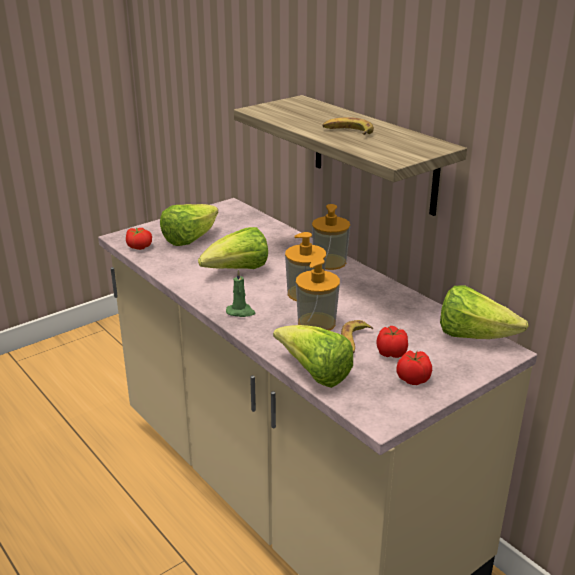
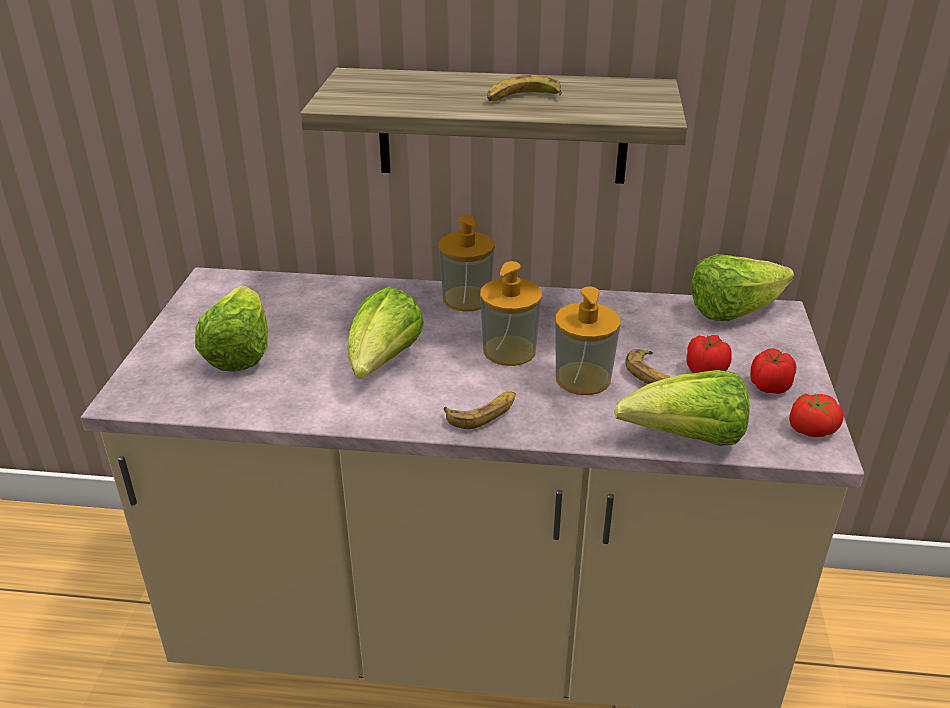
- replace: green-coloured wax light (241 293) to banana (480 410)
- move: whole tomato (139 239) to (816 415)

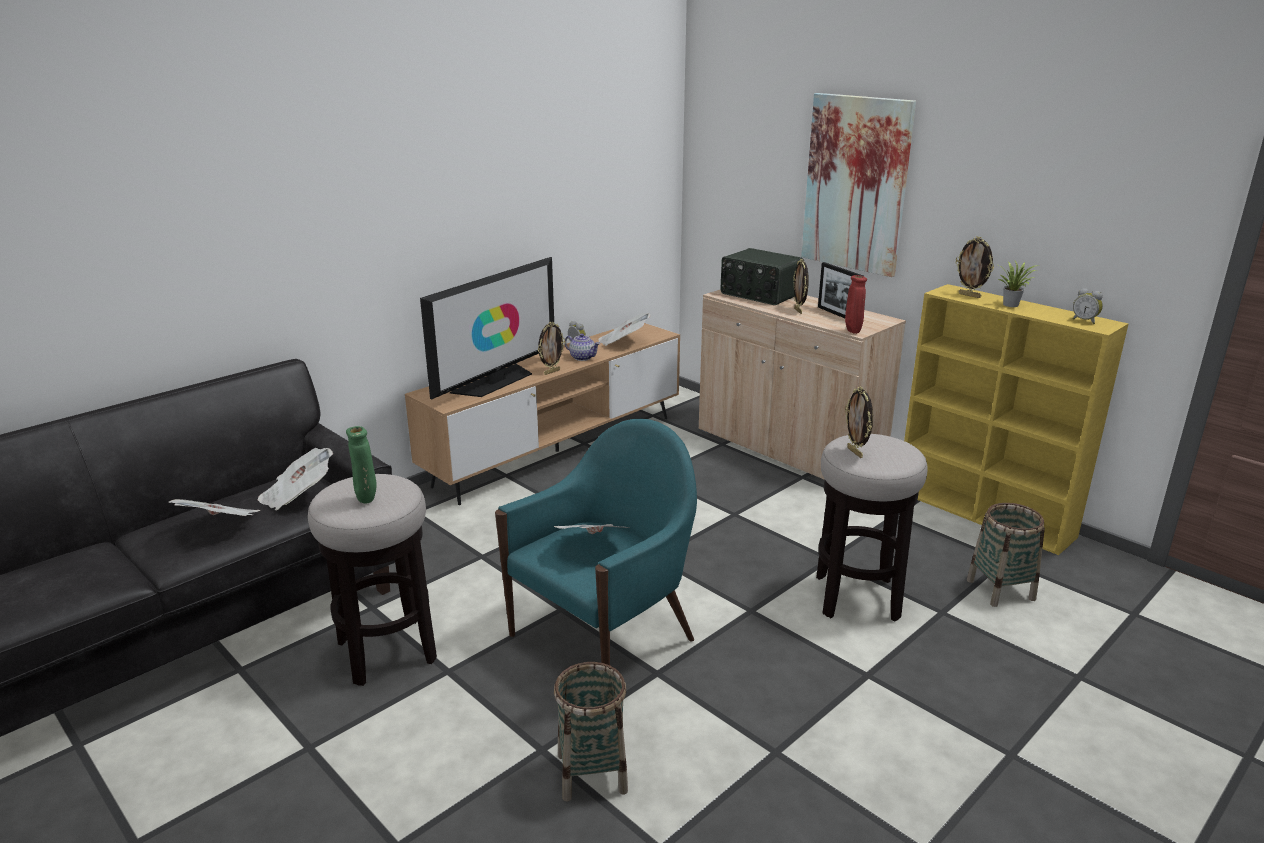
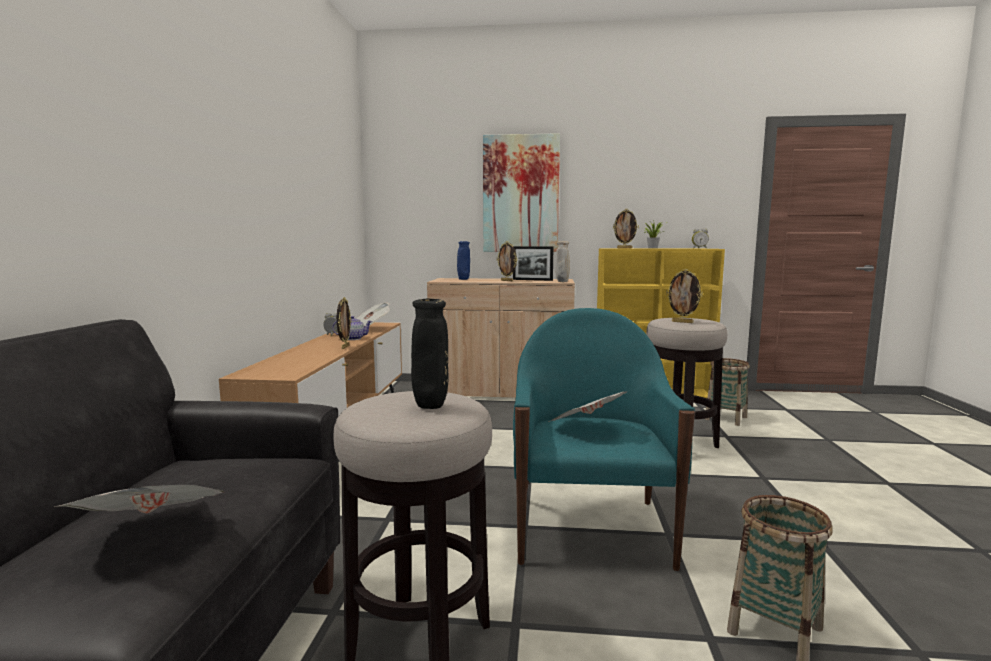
- recolor: green-coloured flower vase (361 465) to black-coloured flower vase (429 354)
- replace: radio set (762 276) to blue flower vase (463 260)
- recolor: reddish flower vase (856 304) to sand-coloured flower vase (563 261)
- delete: daily paper (295 479)
- delete: TV (487 328)

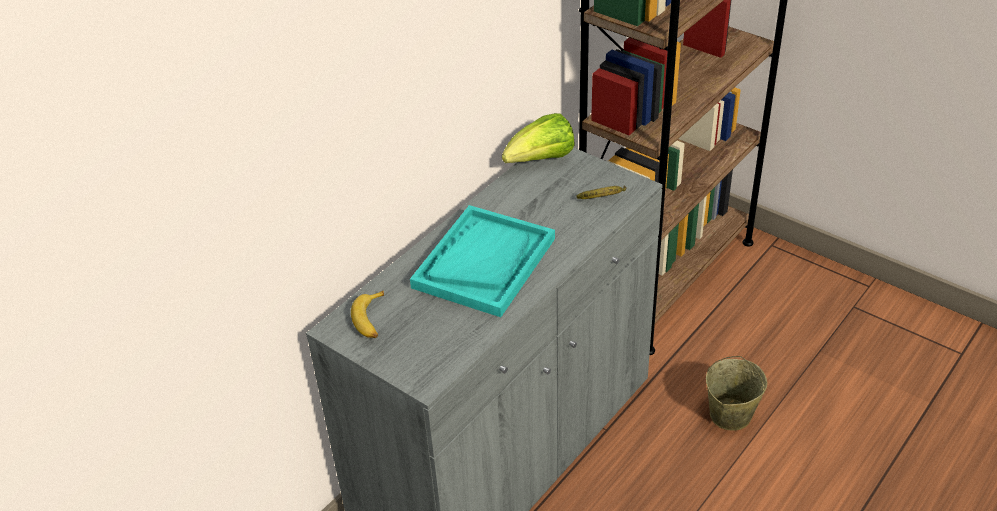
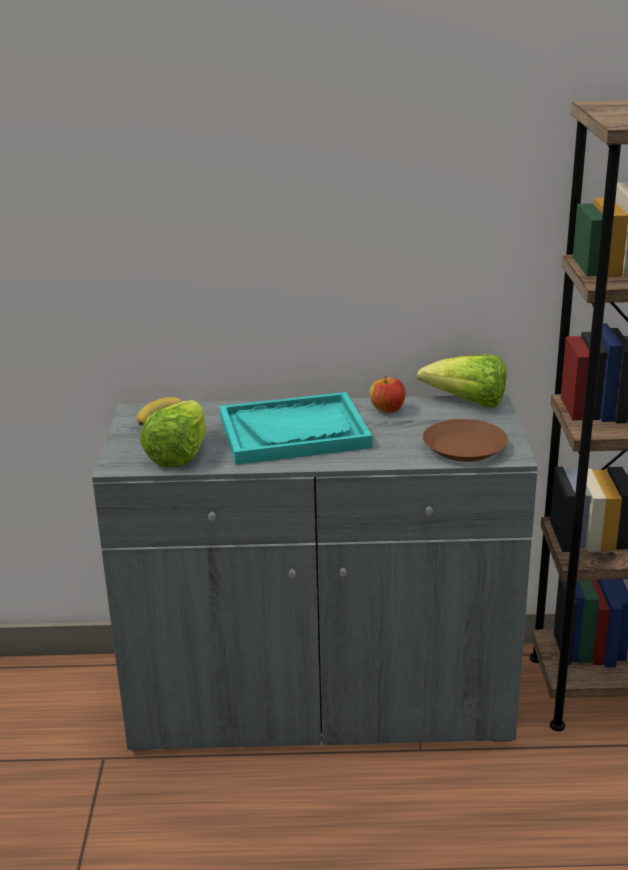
- insert: lettuce head (173 434)
- insert: apple (387 394)
- replace: banana (602 192) to brown dinner plate (465 440)
- delete: sand-coloured bucket (736 393)

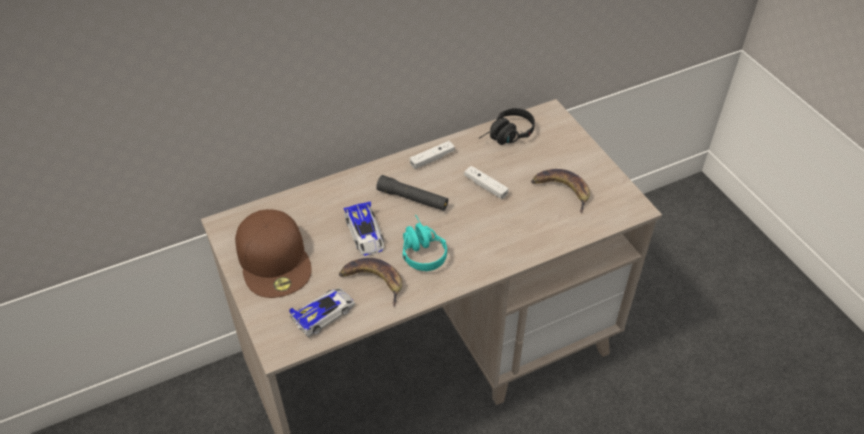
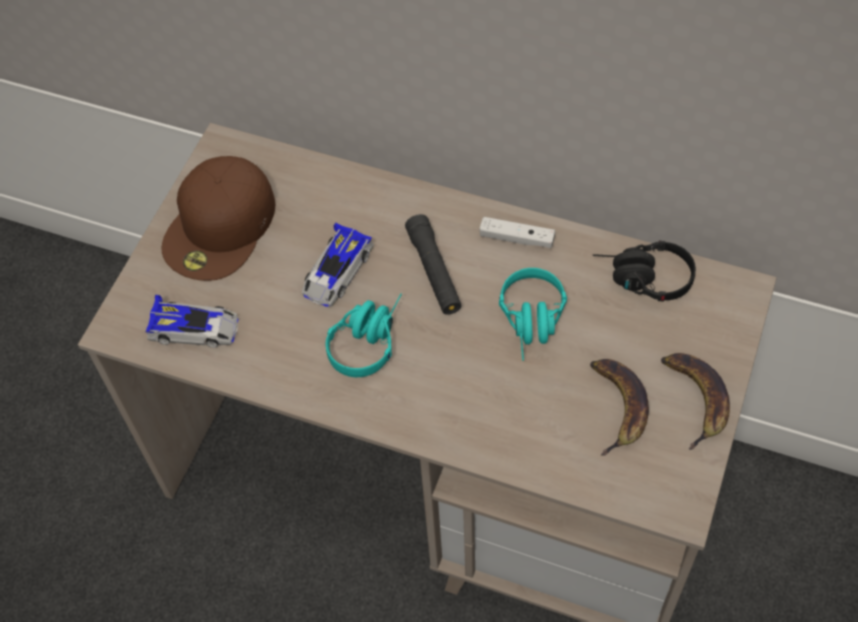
- replace: white gamepad (486 182) to blue-green pair of headphones (533 314)
- move: banana (370 282) to (695 401)

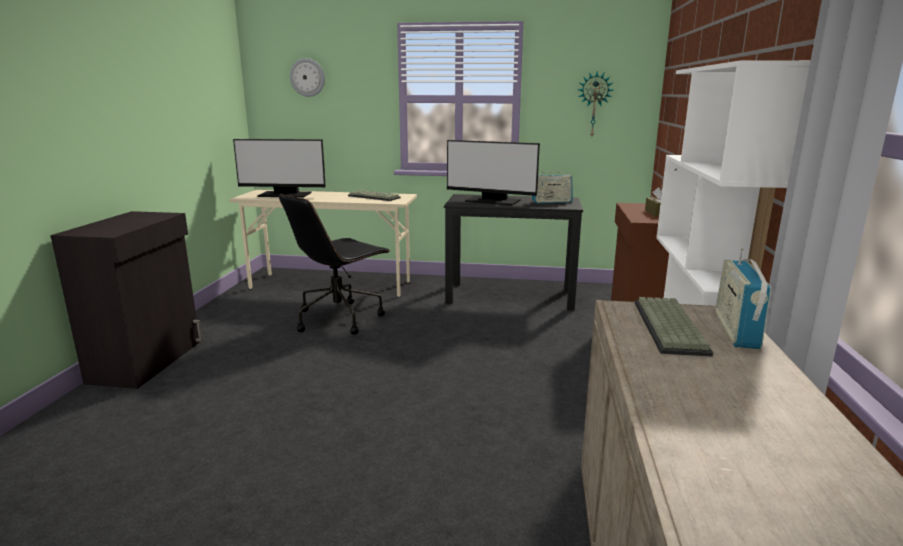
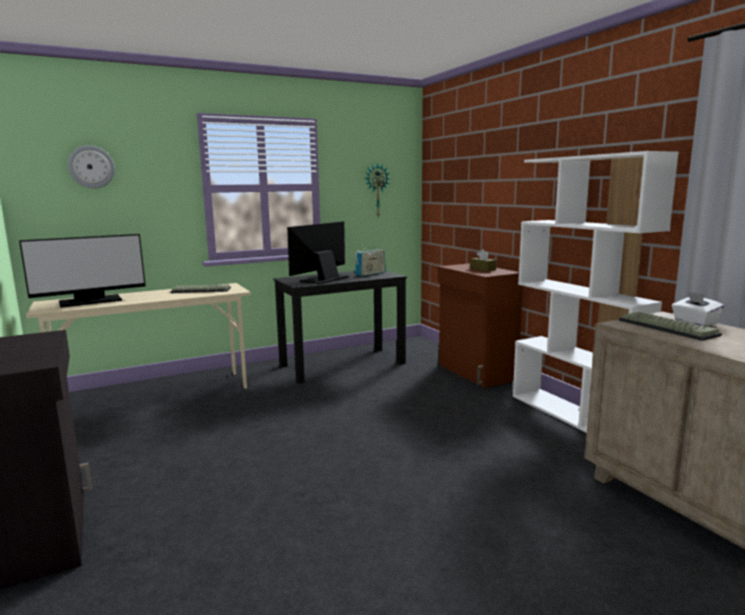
- rotate: computer display (493 173) = (318 252) 135 degrees clockwise
- replace: radio set (743 298) to white tissue box (698 308)
- delete: black-coloured computer chair (334 264)

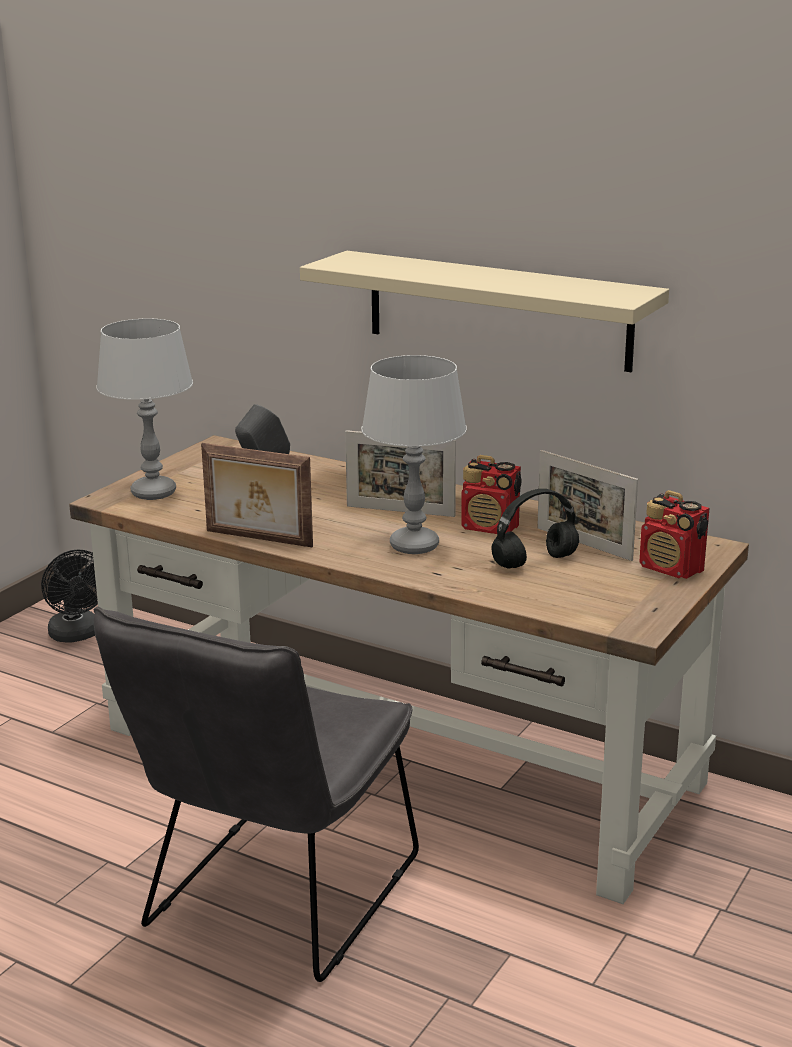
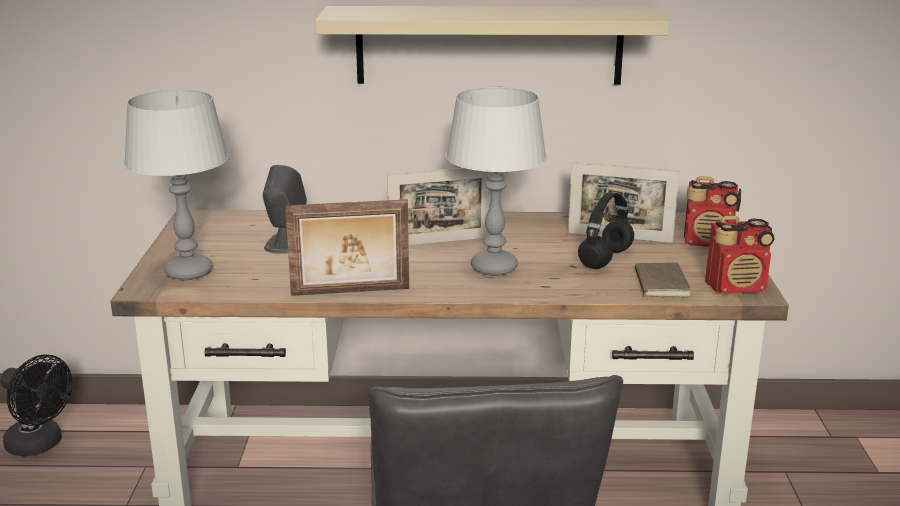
- insert: brown book (660 280)
- move: radio set (491 494) to (740 255)

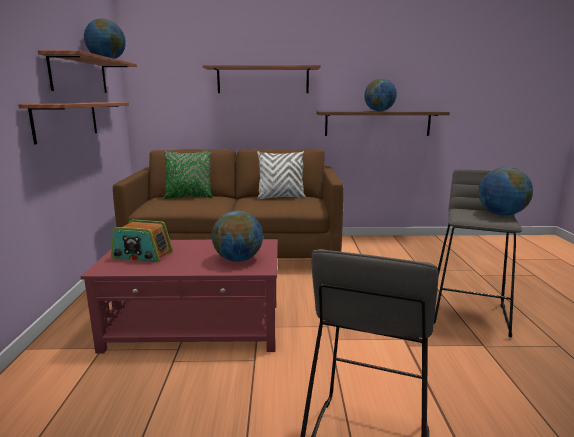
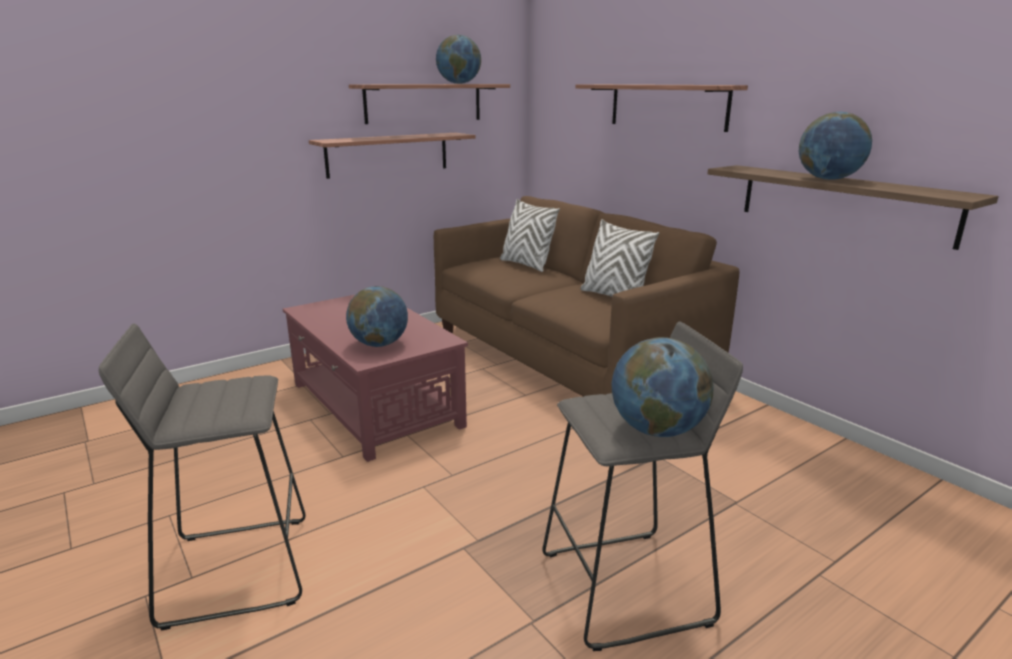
- recolor: green-coloured pillow (188 175) to white pillow (530 235)
- delete: radio set (142 240)

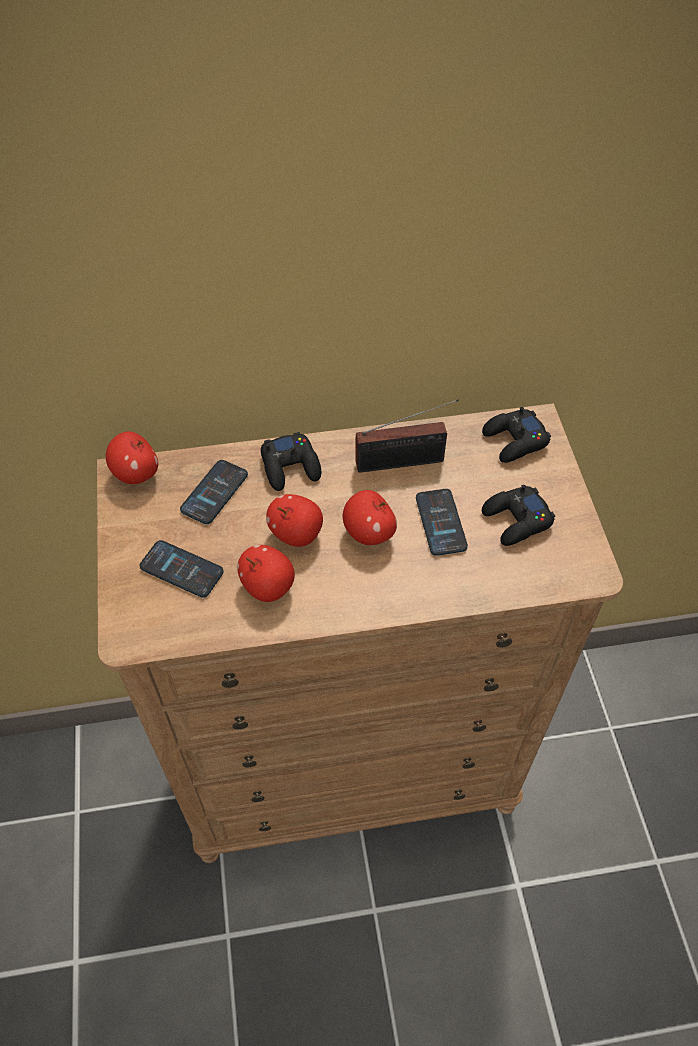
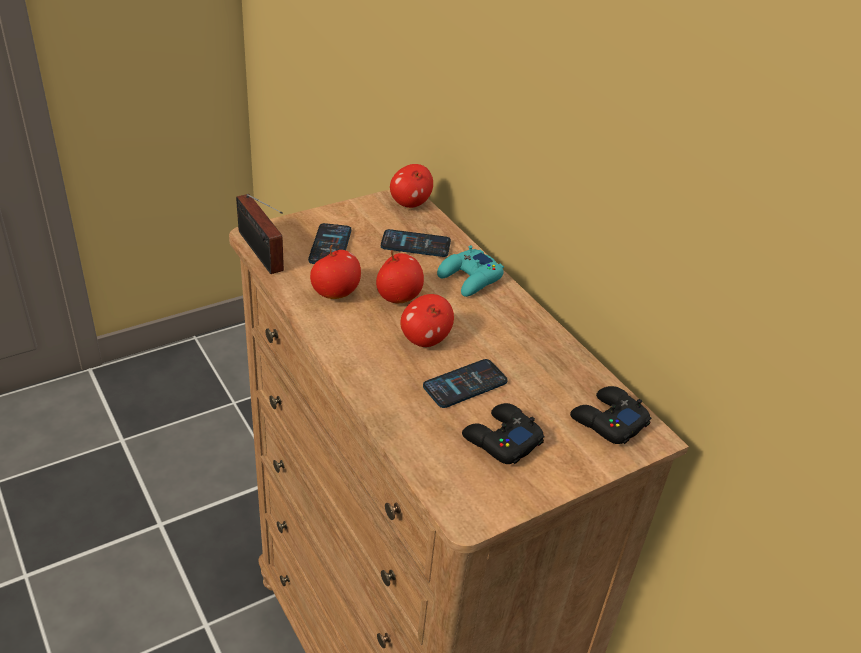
- move: radio set (407 436) to (260 234)
- recolor: black-coloured gamepad (291 461) to blue-green gamepad (470 271)

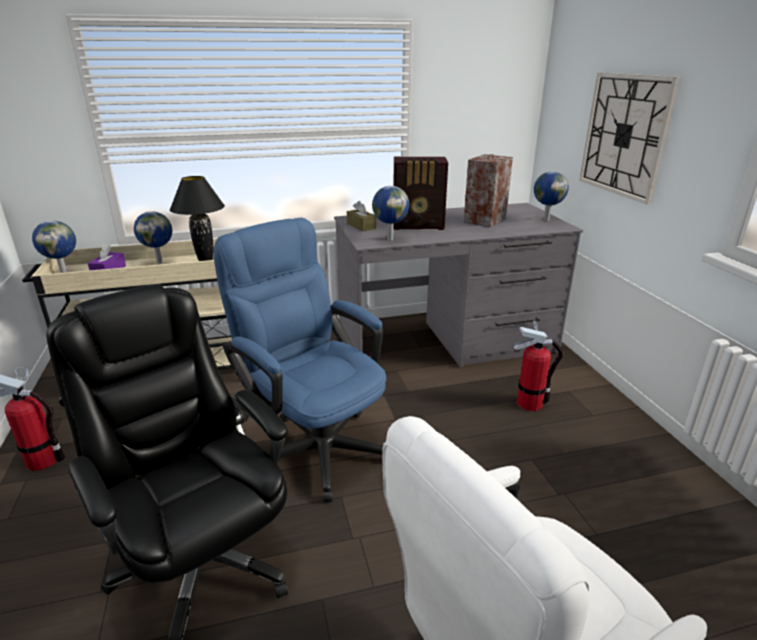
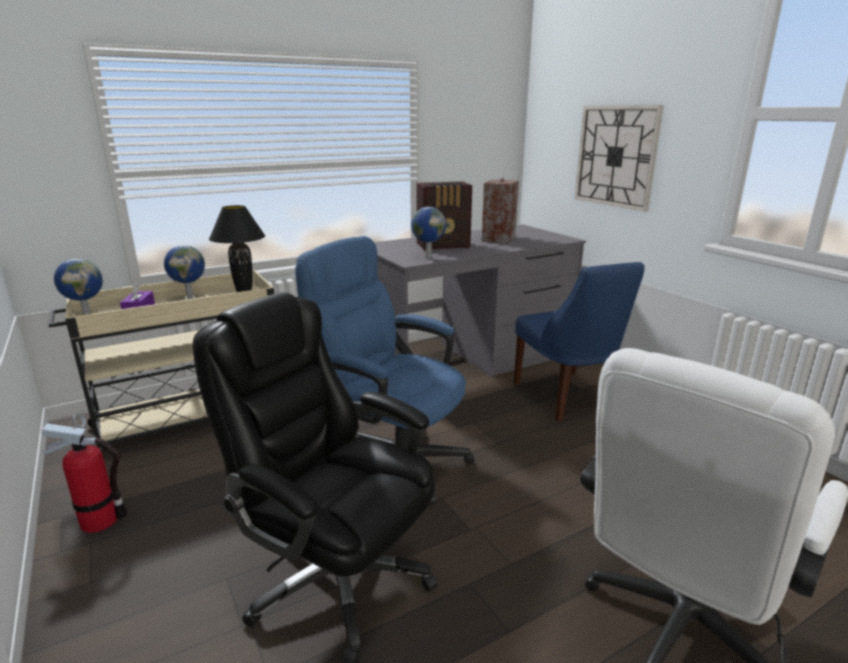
- replace: extinguisher (538 366) to blue plain chair (579 342)
- delete: brown tissue box (361 216)
- delete: world globe (551 196)

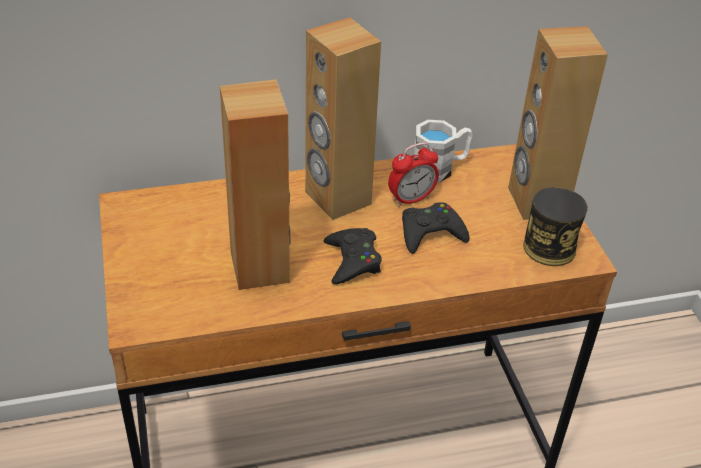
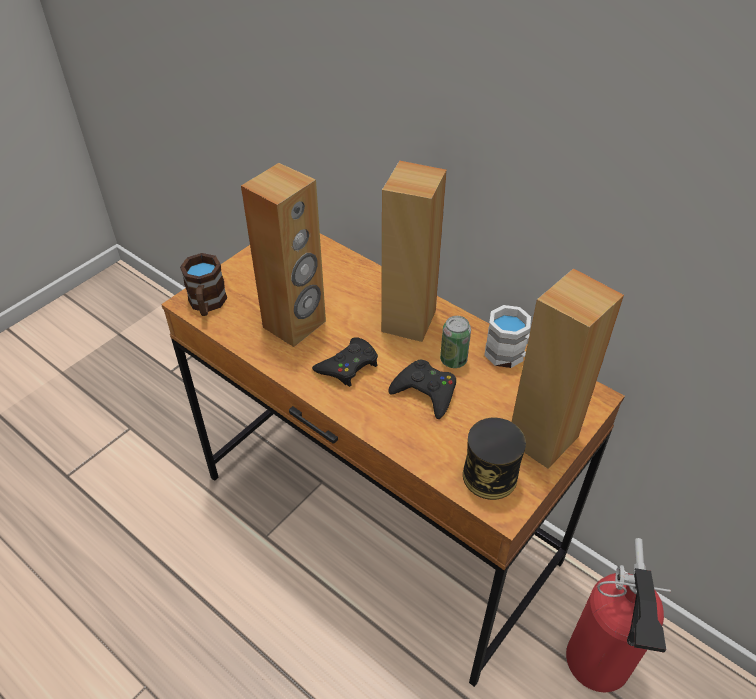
- insert: brown coffee mug (203 284)
- replace: table clock (413 174) to sealed can (455 342)
- insert: extinguisher (618 615)

